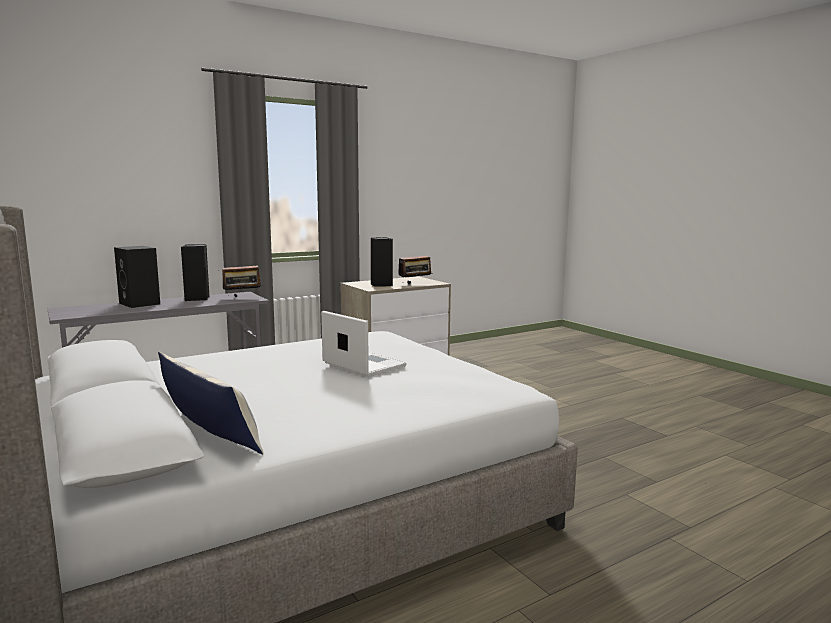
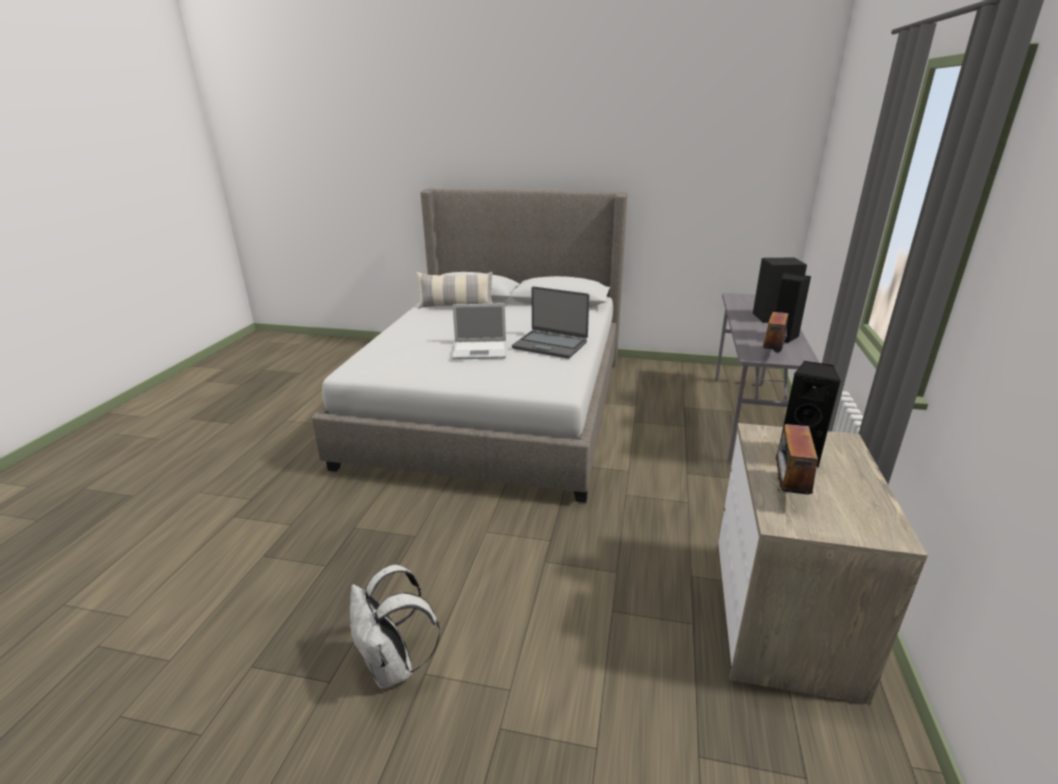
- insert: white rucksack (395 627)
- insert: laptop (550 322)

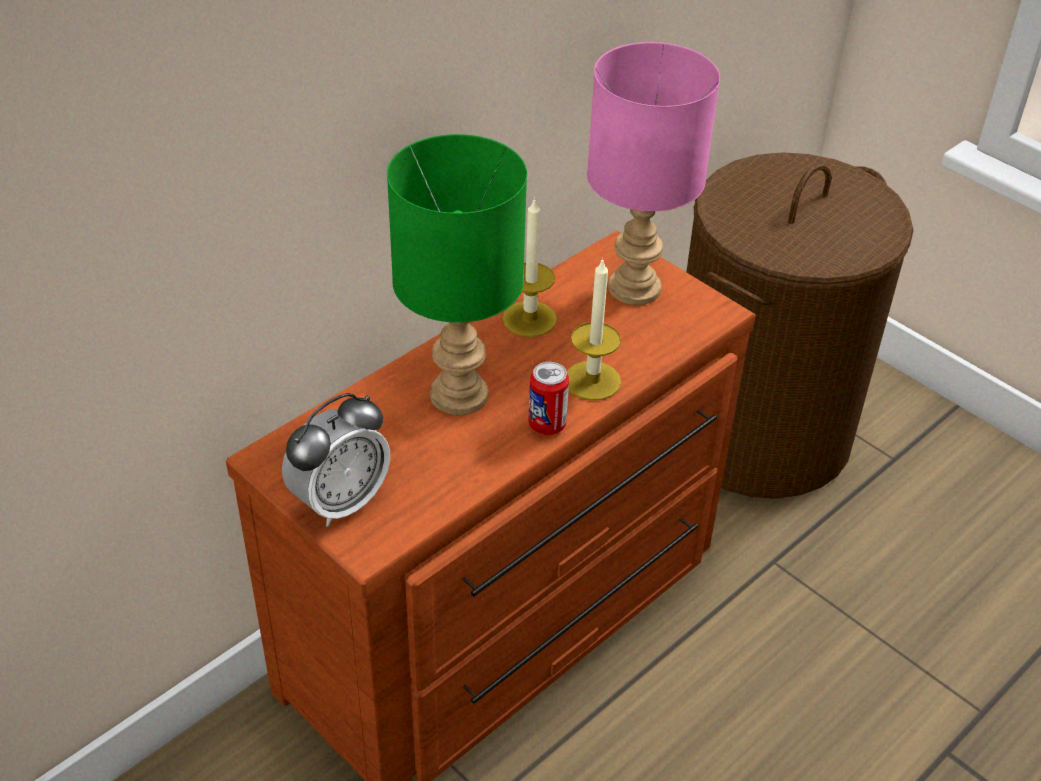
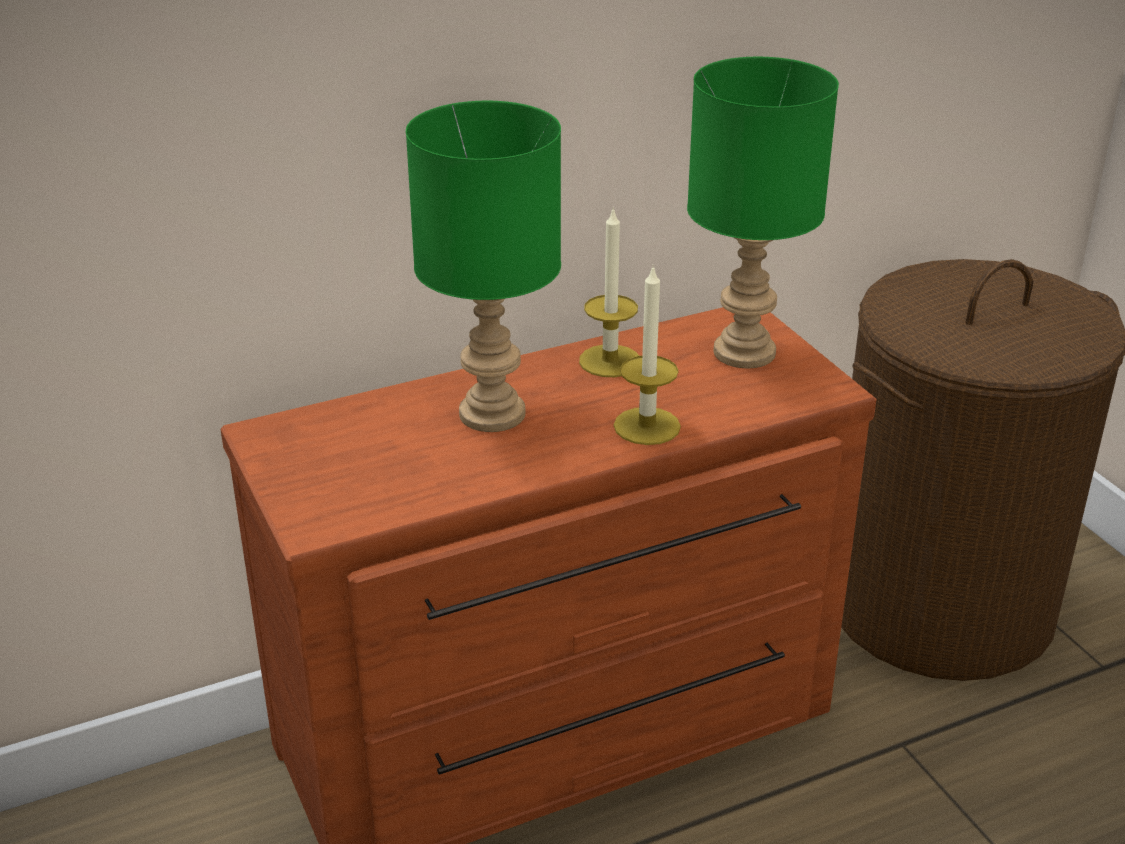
- recolor: pink-coloured lamp for a table (653 173) to green-coloured lamp for a table (763 212)
- delete: table clock (336 460)
- delete: sealed can (548 398)

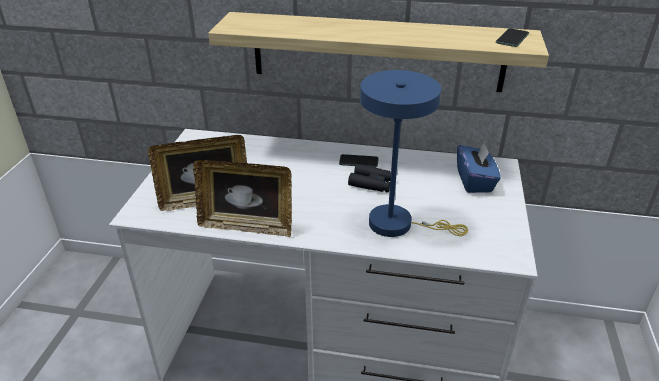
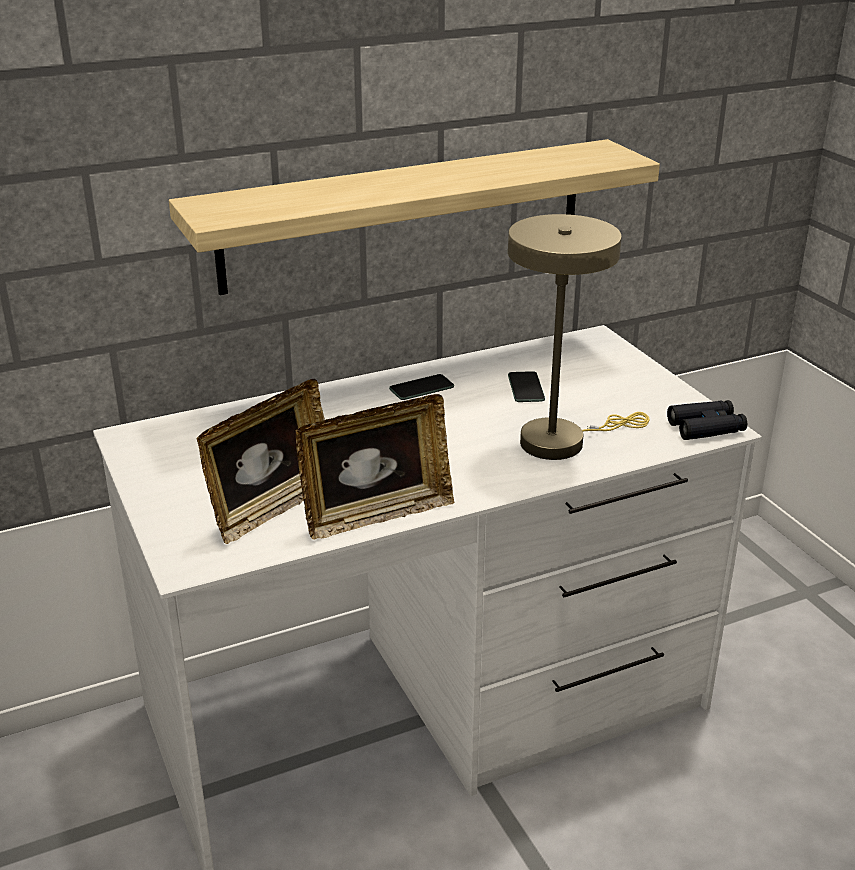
- recolor: blue lamp for a table (414 153) to sand-coloured lamp for a table (579 337)
- move: telephone (512 37) to (526 386)
- move: black-coloured field glasses (369 178) to (707 420)
- delete: blue tissue box (479 167)

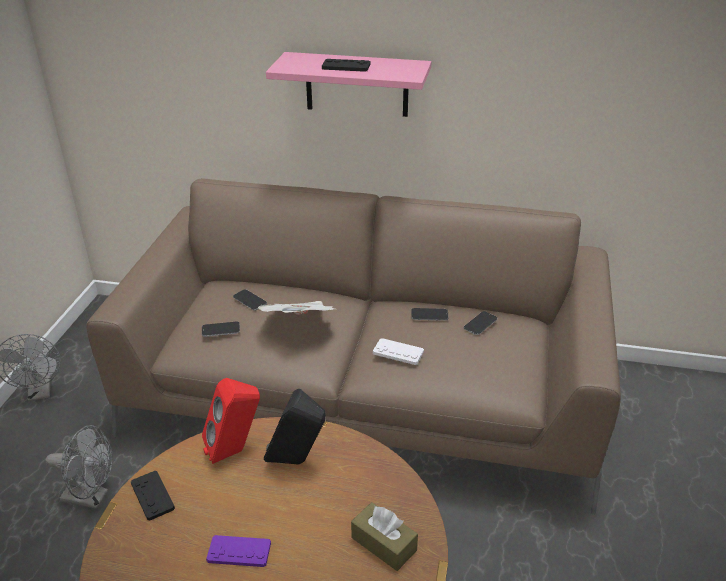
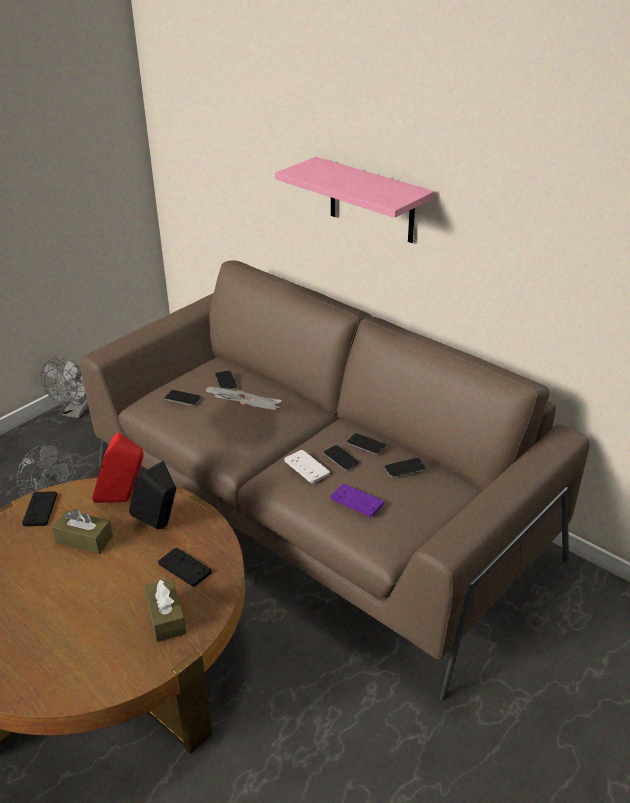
- insert: brown tissue box (82 531)
- move: black-coloured gamepad (346 65) to (184 567)
- insert: telephone (341 458)
- move: purplish gamepad (238 551) to (357 500)

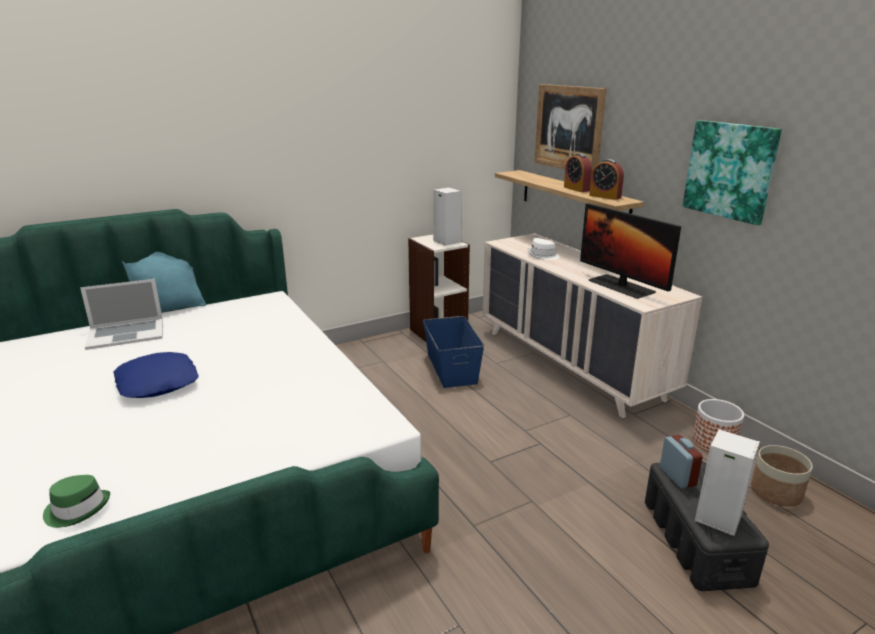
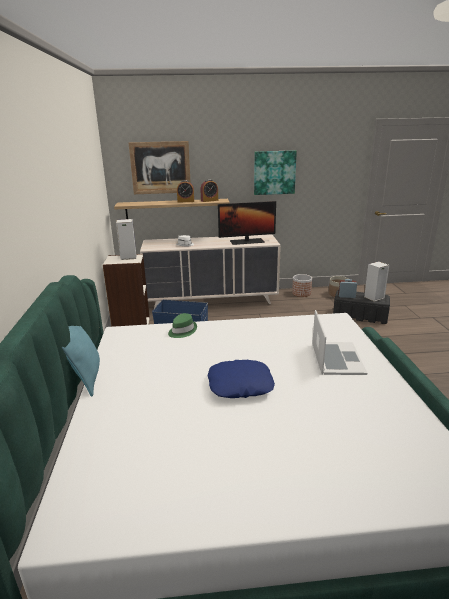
- move: green-coloured wearable hat (76 501) to (182 325)
- move: laptop (121 314) to (339 342)

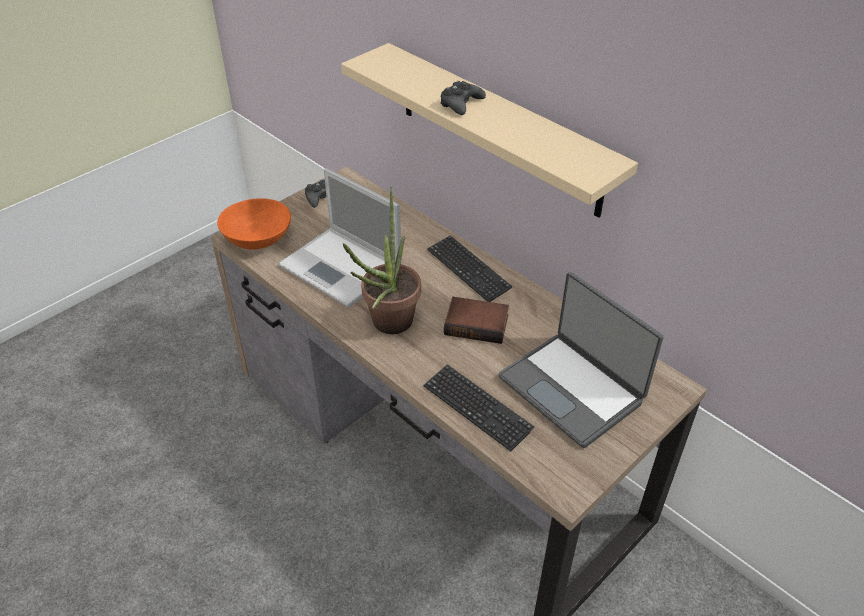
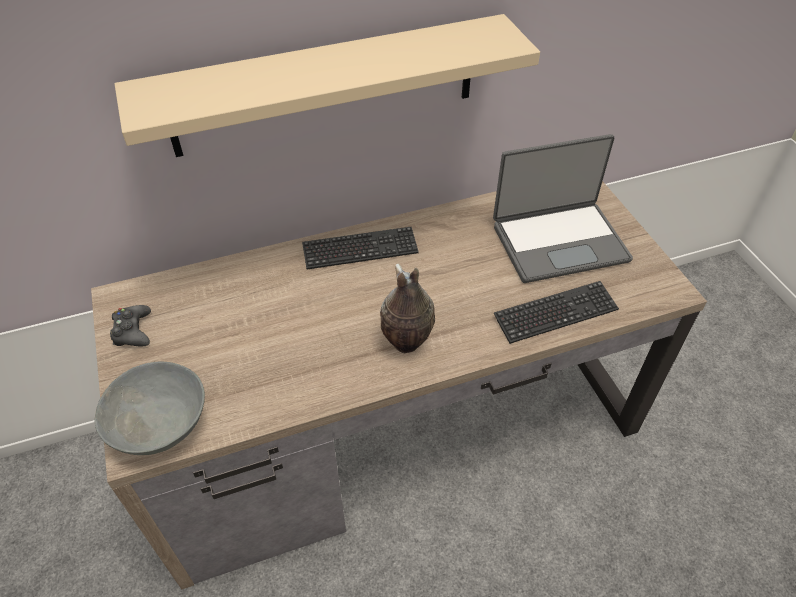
- recolor: orangey bowl (254 224) to grey bowl (149 408)
- replace: houseplant (382 260) to flower vase (407 308)
- delete: laptop (340 238)
- delete: black-coloured gamepad (463 98)
- delete: book (476 320)

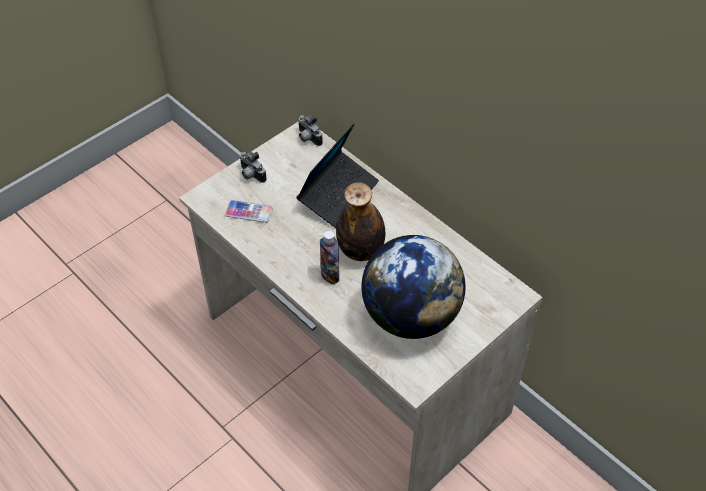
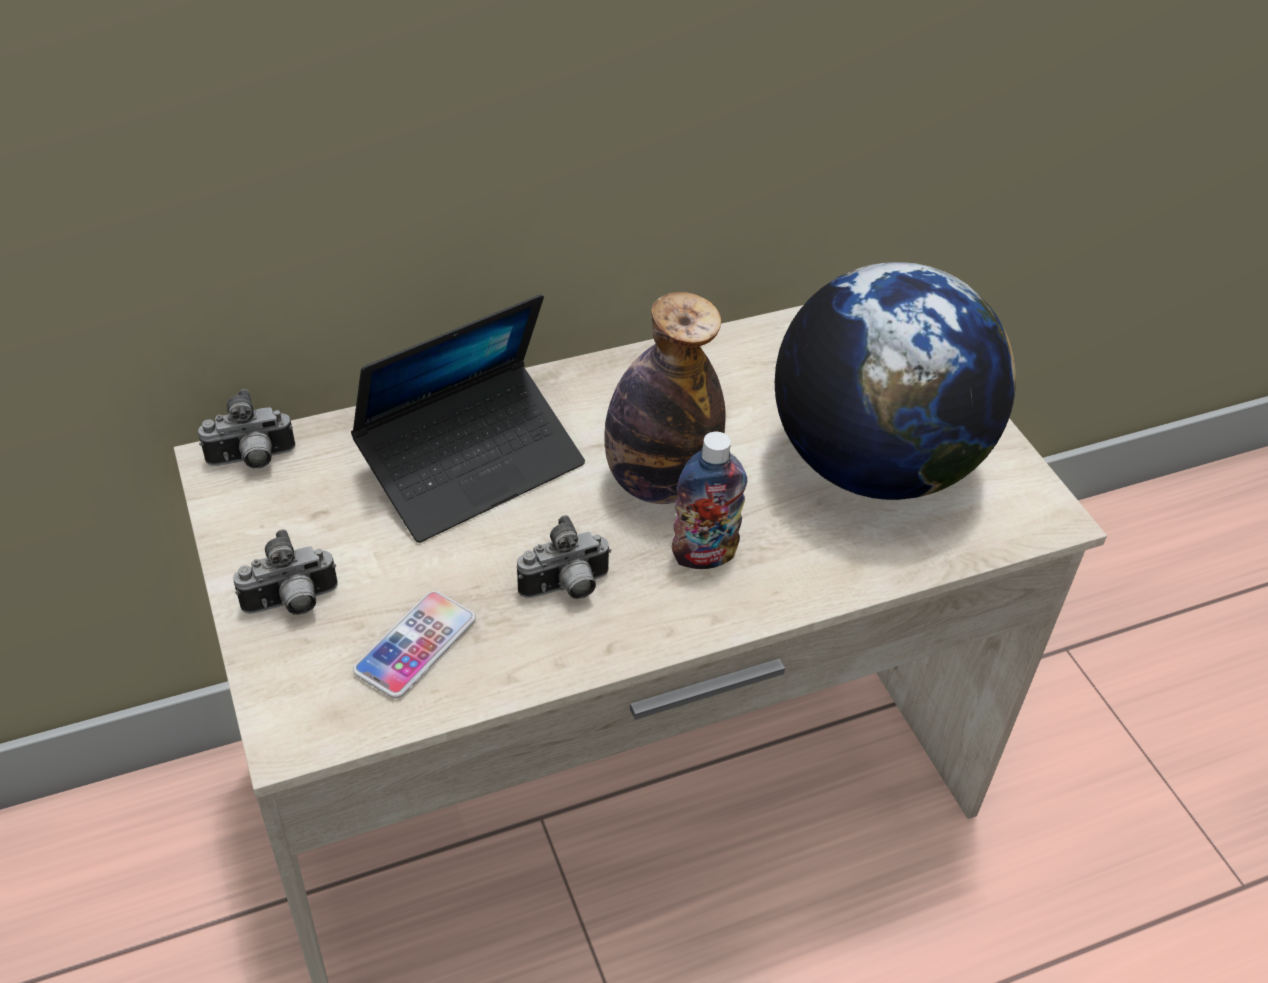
- rotate: laptop (338 175) = (468 418) 90 degrees clockwise
- insert: photo camera (564 557)

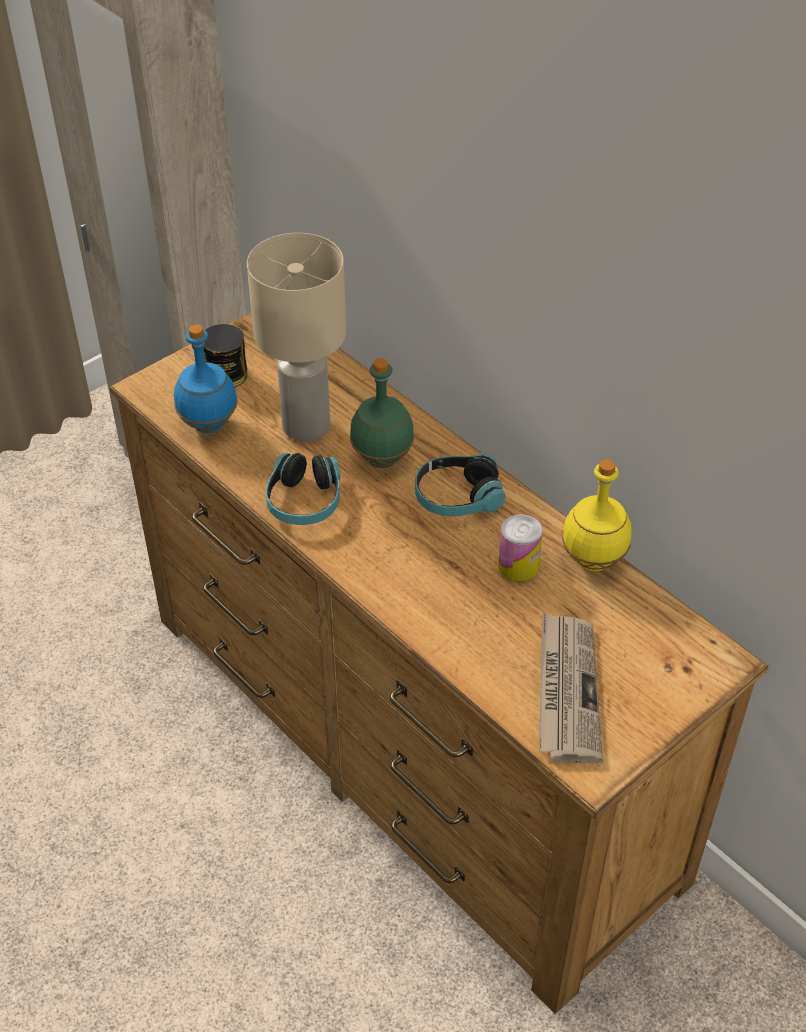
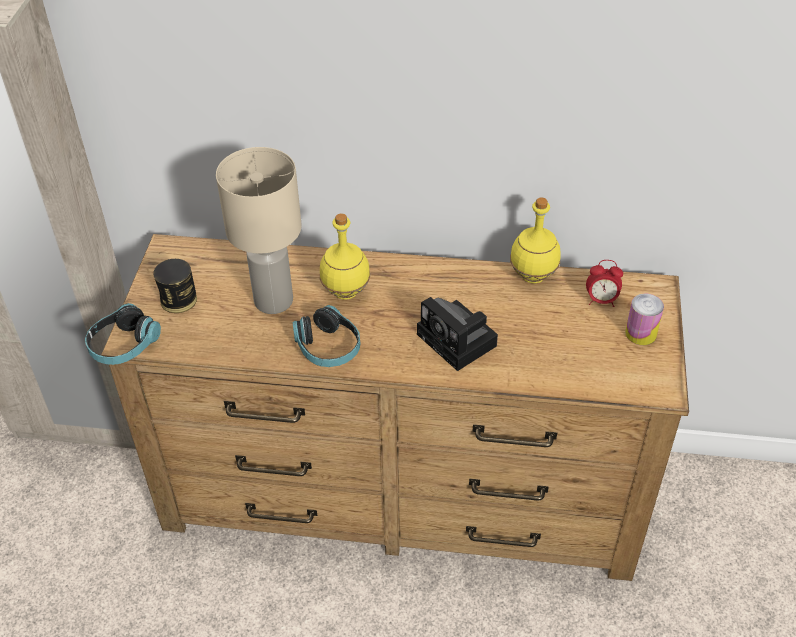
- move: pair of headphones (460 484) to (123 334)
- recolor: green-coloured bottle (382 413) to yellowish bottle (345 256)
- insert: photo camera (457 334)
- insert: table clock (604 283)
- move: sealed can (520 548) to (644 319)
- delete: blue bottle (206 378)
- delete: daily paper (571 687)

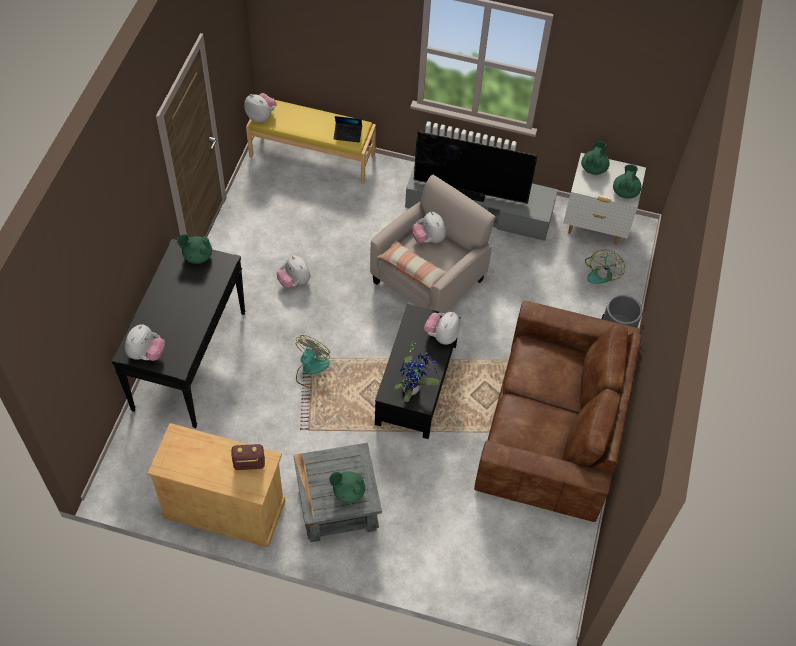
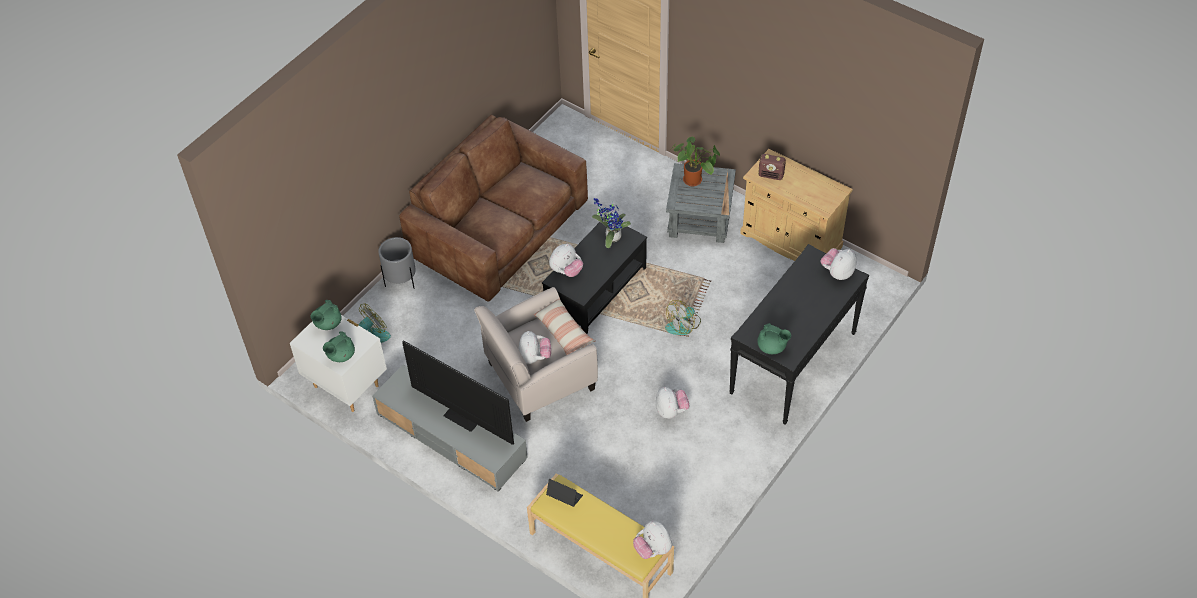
- replace: green-coloured tea pot (347 487) to houseplant (695 161)

